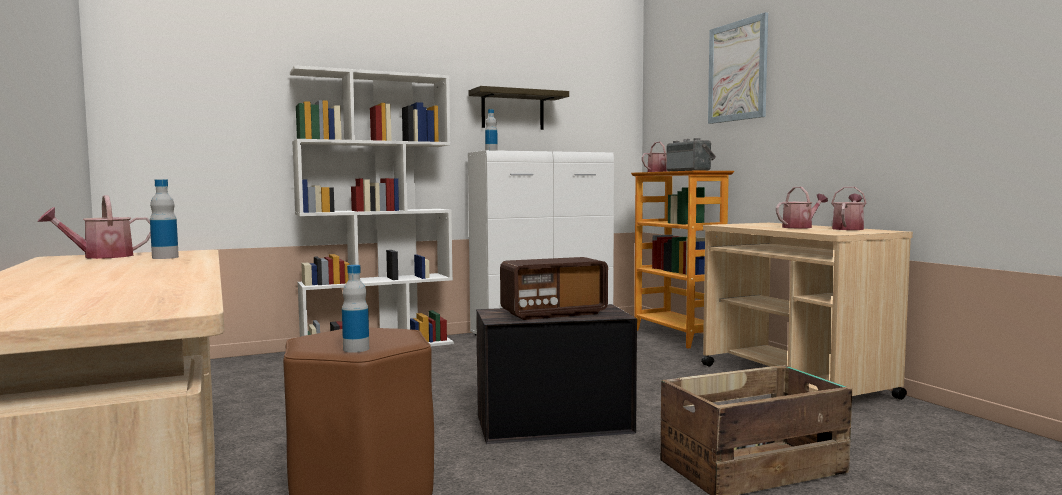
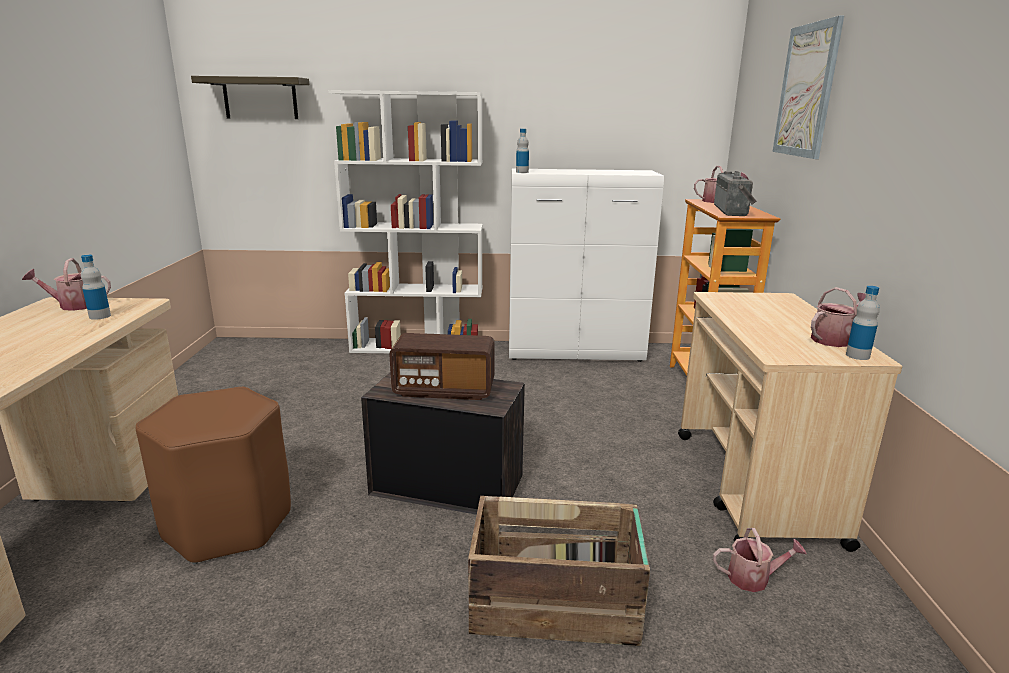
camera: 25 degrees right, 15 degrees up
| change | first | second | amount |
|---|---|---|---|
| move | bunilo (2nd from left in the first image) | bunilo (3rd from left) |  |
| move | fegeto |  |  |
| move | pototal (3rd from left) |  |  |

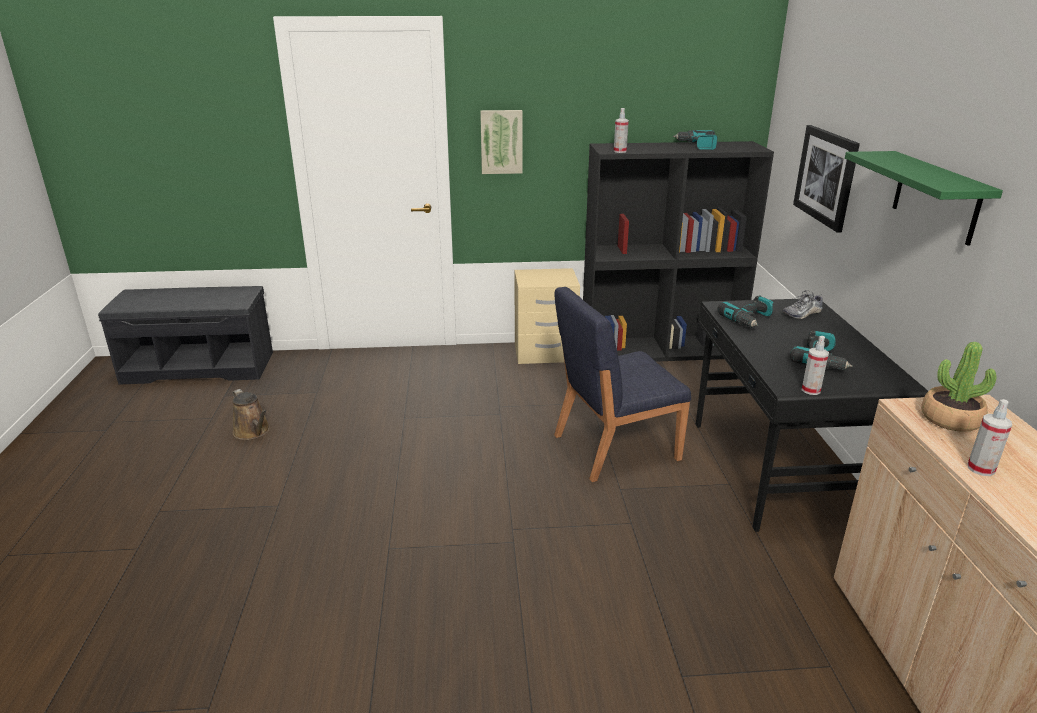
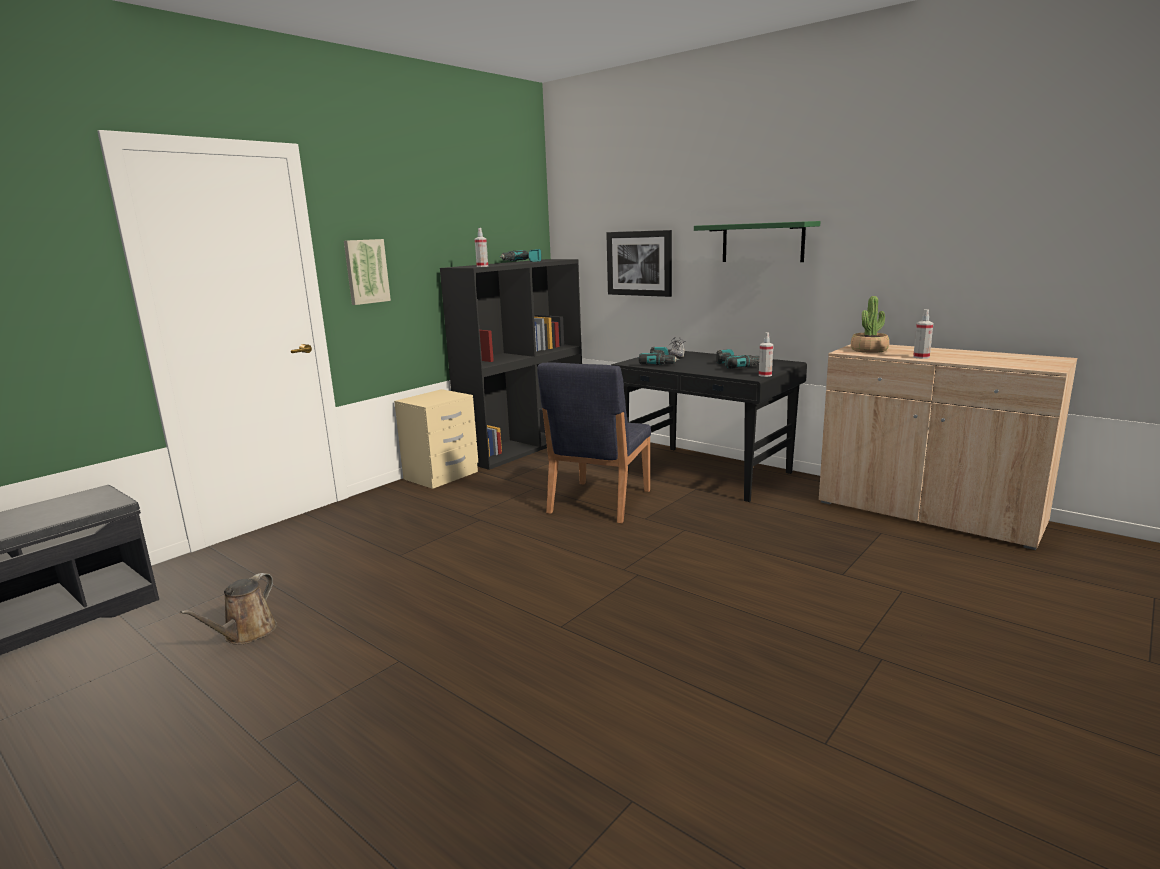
camera: 45 degrees left, 10 degrees down
| change | first | second | amount |
|---|---|---|---|
| rotate | brown_pototal |  | 105 degrees clockwise |

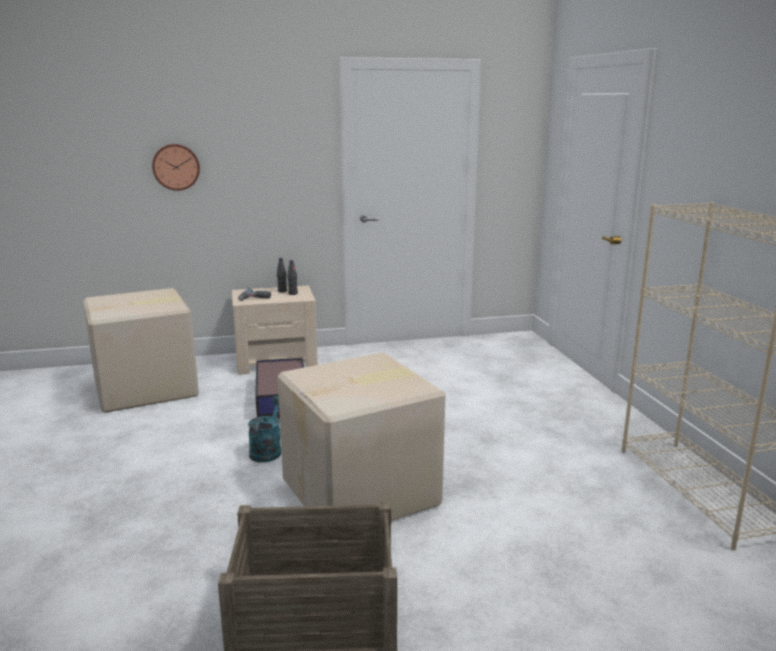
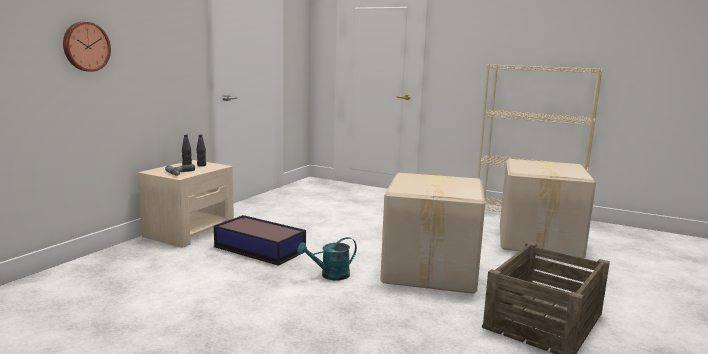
camera: 50 degrees left, 5 degrees down
| change | first | second | amount |
|---|---|---|---|
| move | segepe (1st from left in the first image) | segepe (2nd from left) |  |
| rotate | turquoise_pototal |  | 75 degrees counterclockwise |

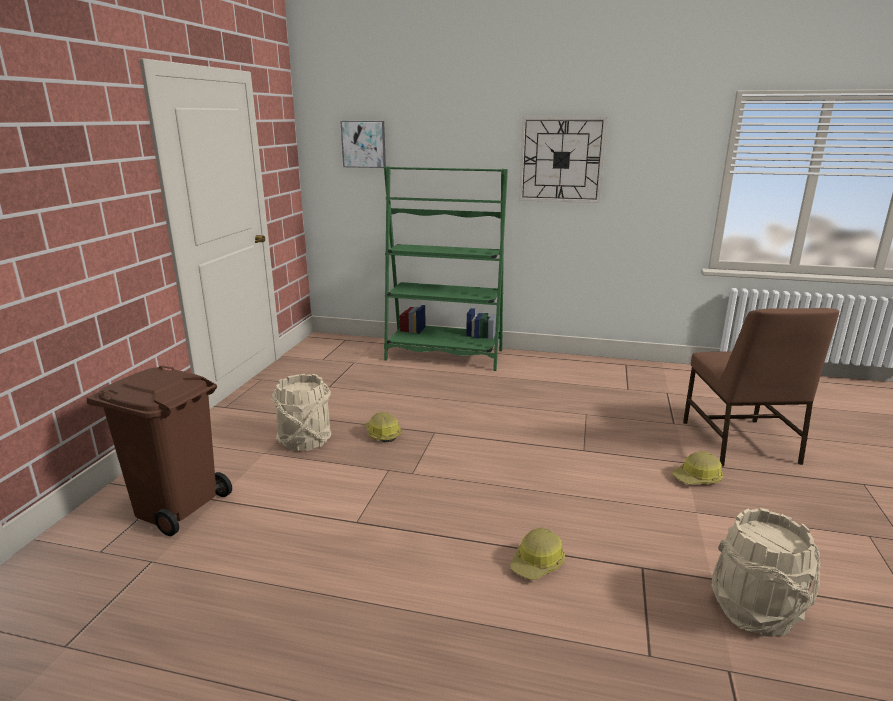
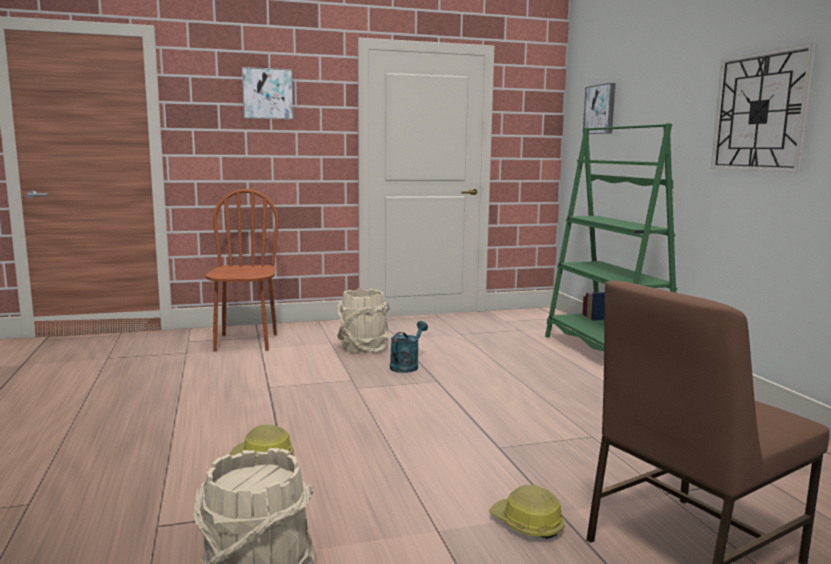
camera: 60 degrees right, 10 degrees down
| change | first | second | amount |
|---|---|---|---|
| replace | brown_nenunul | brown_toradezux (1st from left) |  |
| replace | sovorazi (1st from left) | turquoise_pototal |  |
| insert |  | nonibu (1st from left) |  |

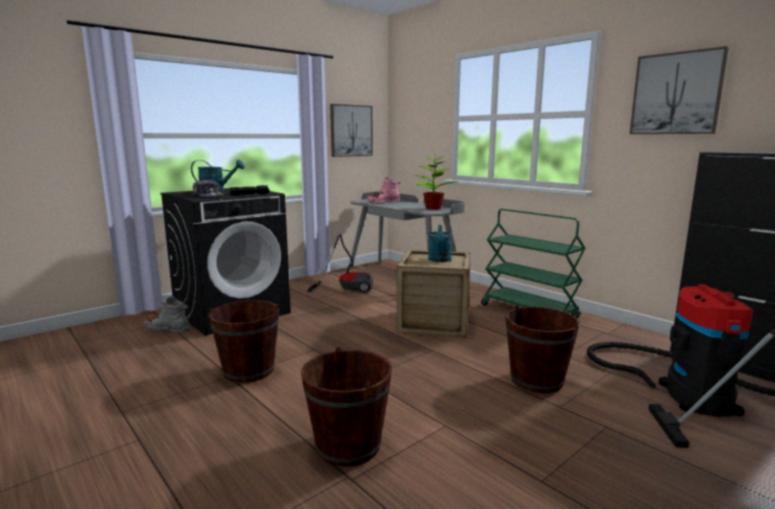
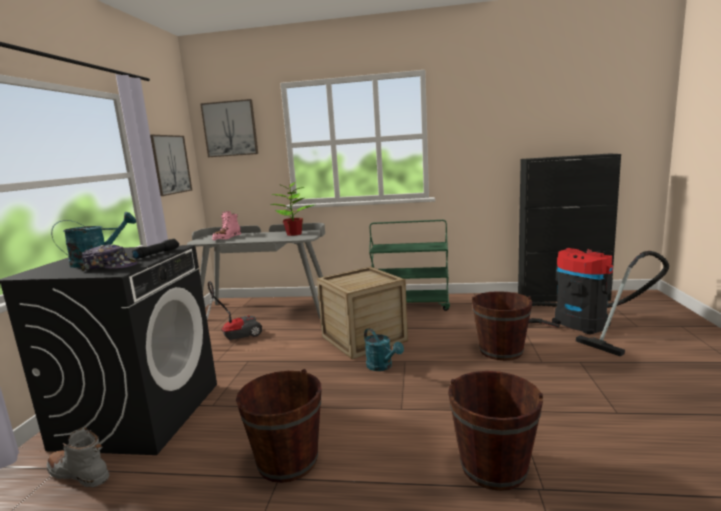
camera: 40 degrees left, 0 degrees up
| change | first | second | amount |
|---|---|---|---|
| rotate | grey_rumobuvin |  | 45 degrees clockwise |
| move | turquoise_pototal (2nd from left) |  |  |
| move | nonibu (2nd from left) |  |  |

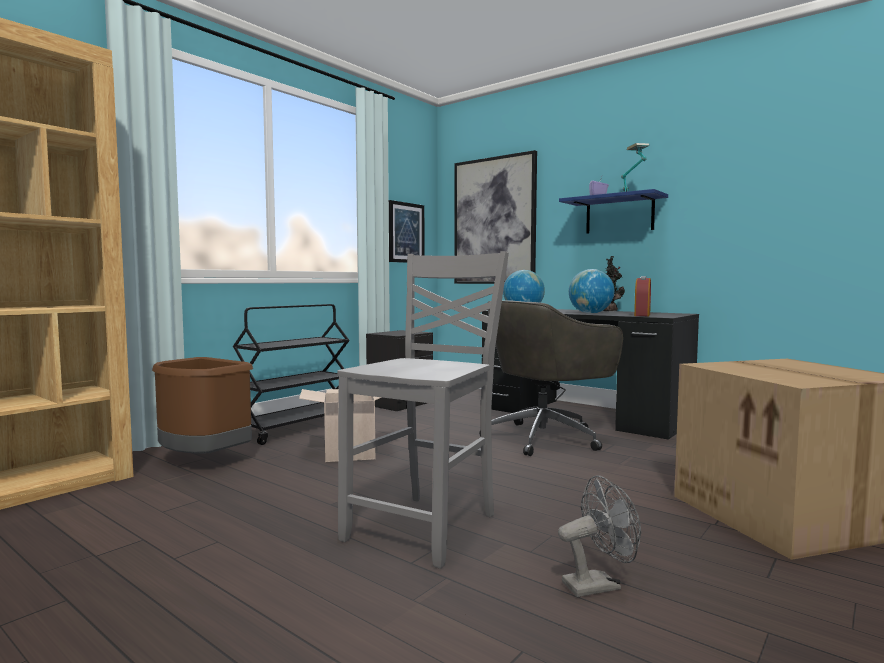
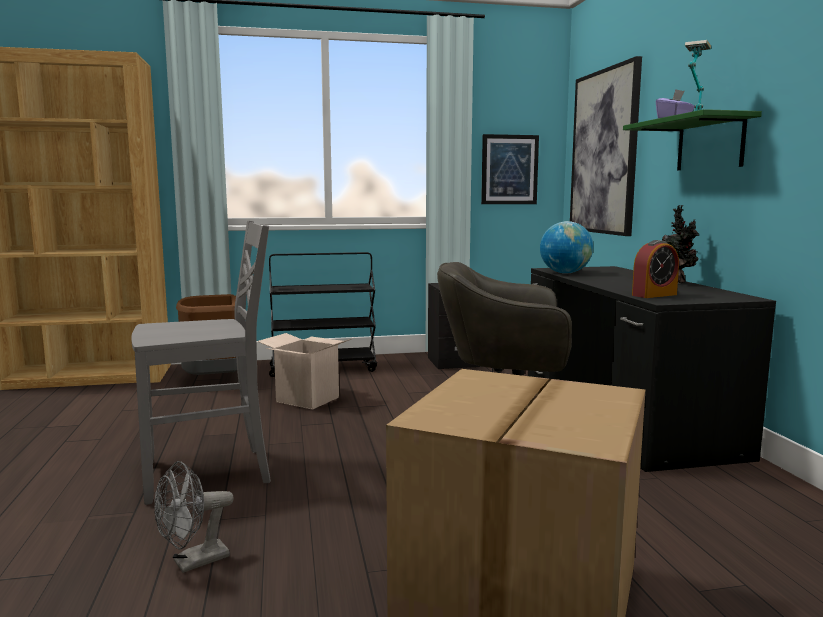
camera: 40 degrees right, 5 degrees up
| change | first | second | amount |
|---|---|---|---|
| rotate | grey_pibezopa |  | 120 degrees clockwise |
| recolor | blue_fegeto | green_fegeto |  |
| delete | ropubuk (2nd from left) |  |  |

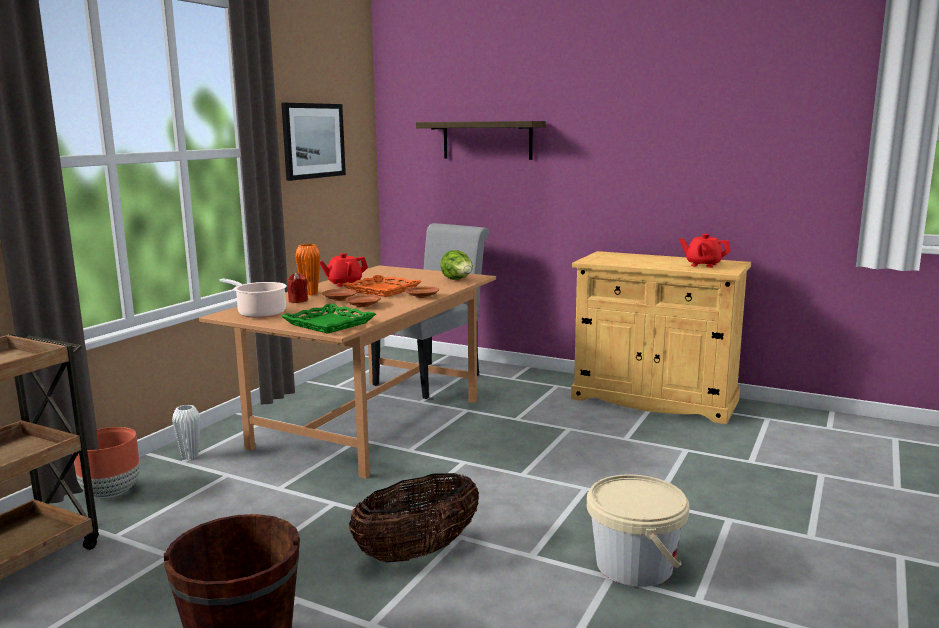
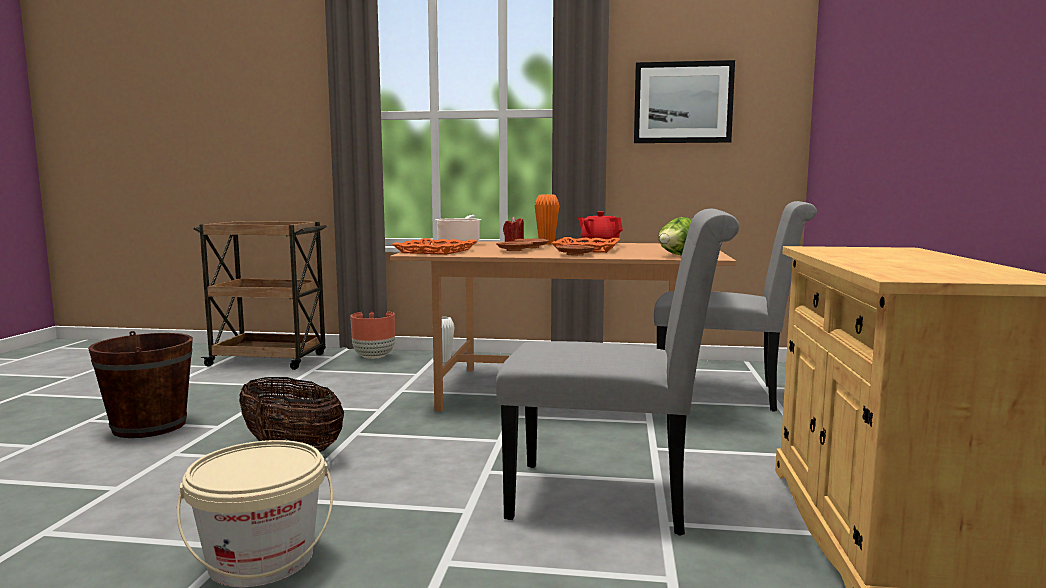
camera: 70 degrees right, 5 degrees down
| change | first | second | amount |
|---|---|---|---|
| recolor | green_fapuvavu | orange_fapuvavu (1st from left) |  |
| delete | fegeto |  |  |
| delete | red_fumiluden (2nd from left) |  |  |
| insert |  | grey_toradezux (1st from left) |  |

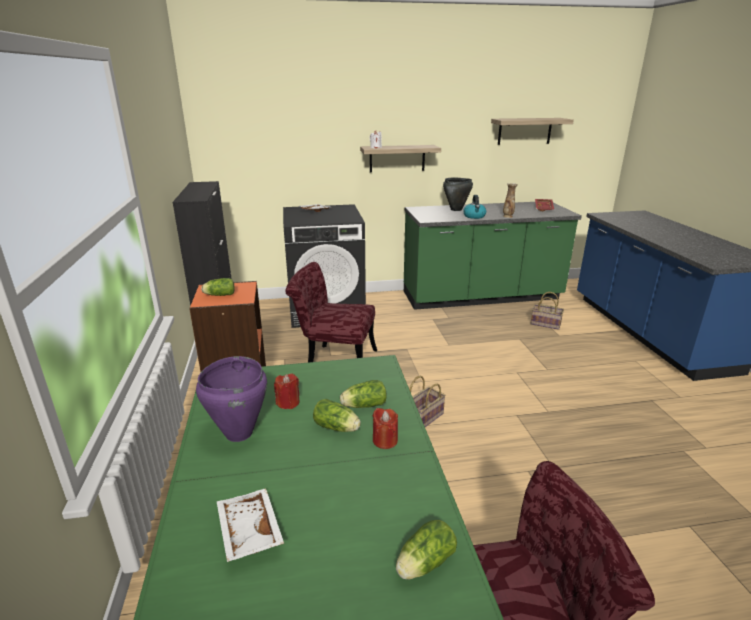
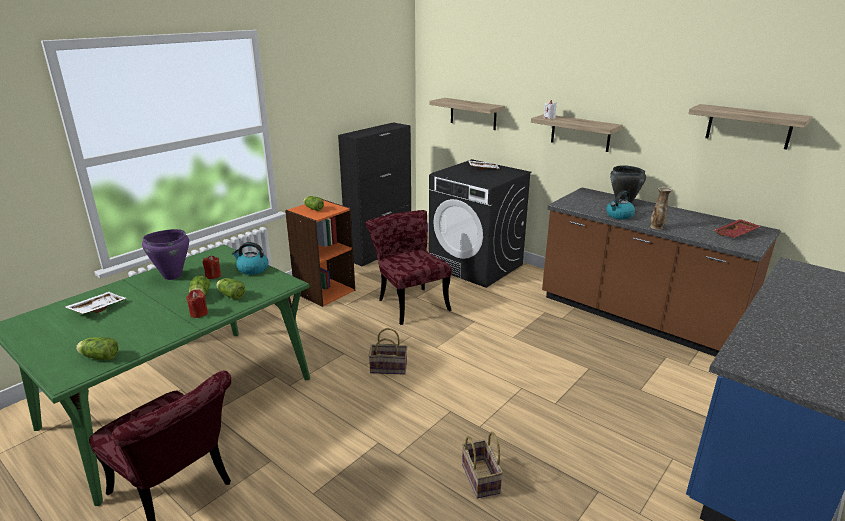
camera: 50 degrees right, 0 degrees up
| change | first | second | amount |
|---|---|---|---|
| recolor | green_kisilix | brown_kisilix |  |
| move | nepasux (2nd from left) |  |  |
| insert |  | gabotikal (1st from left) |  |
| insert |  | fegeto (1st from left) |  |

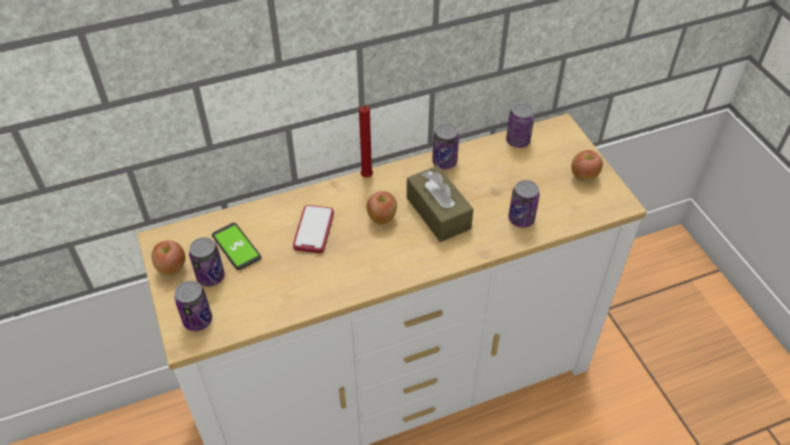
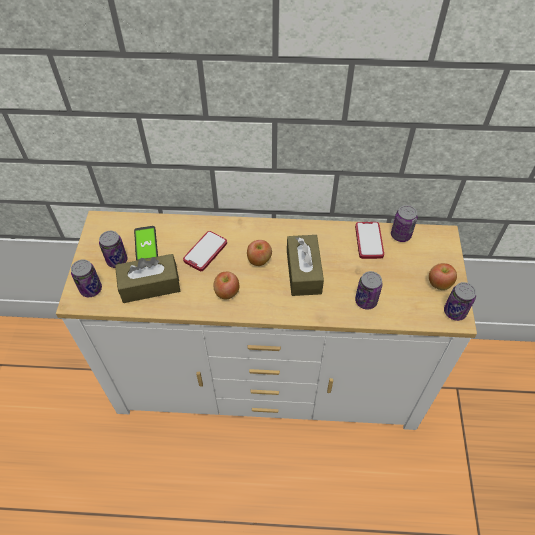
camera: 25 degrees right, 5 degrees up
| change | first | second | amount |
|---|---|---|---|
| move | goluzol (1st from left) |  |  |
| delete | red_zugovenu |  |  |
| move | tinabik (3rd from left in the first image) | tinabik (5th from left) |  |
| insert |  | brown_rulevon (1st from left) |  |
| insert |  | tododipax (3rd from left) |  |

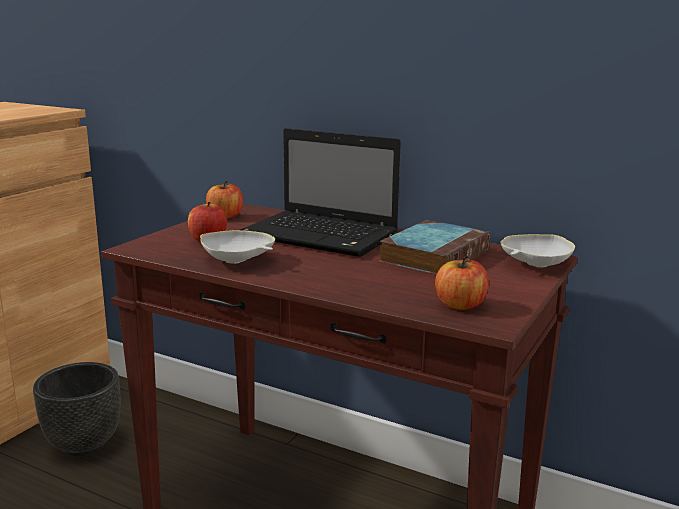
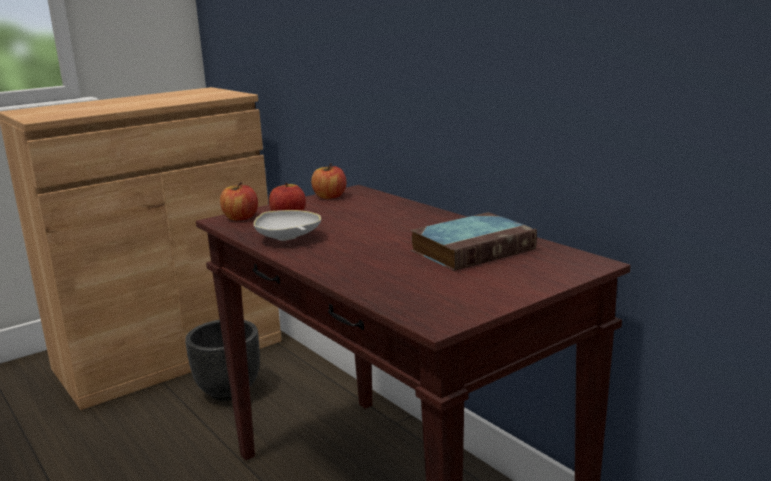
camera: 25 degrees right, 0 degrees up
| change | first | second | amount |
|---|---|---|---|
| delete | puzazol |  |  |
| move | goluzol (3rd from left in the first image) | goluzol (1st from left) |  |
| delete | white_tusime (2nd from left) |  |  |

